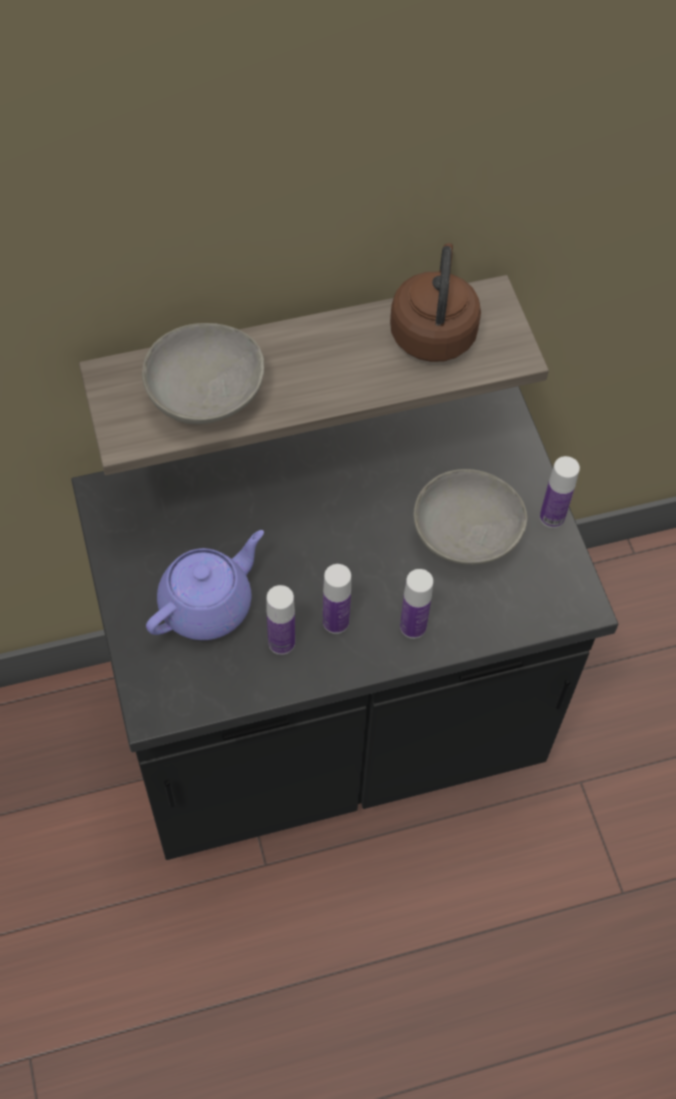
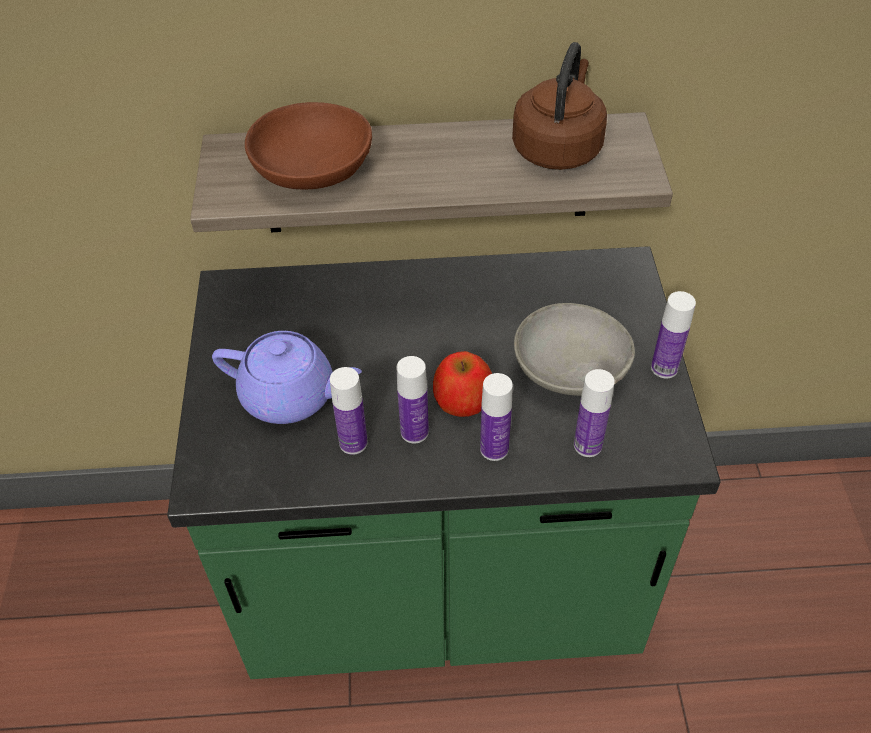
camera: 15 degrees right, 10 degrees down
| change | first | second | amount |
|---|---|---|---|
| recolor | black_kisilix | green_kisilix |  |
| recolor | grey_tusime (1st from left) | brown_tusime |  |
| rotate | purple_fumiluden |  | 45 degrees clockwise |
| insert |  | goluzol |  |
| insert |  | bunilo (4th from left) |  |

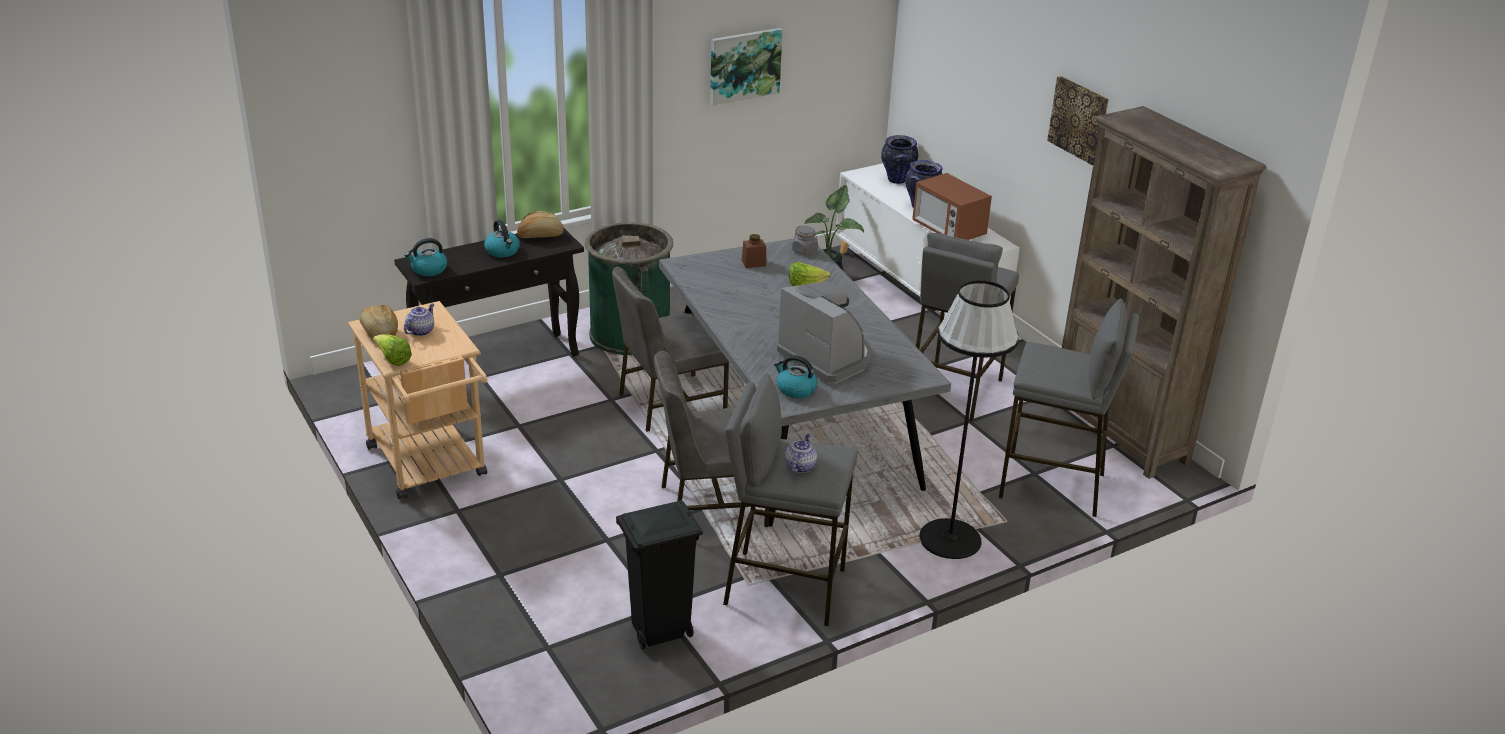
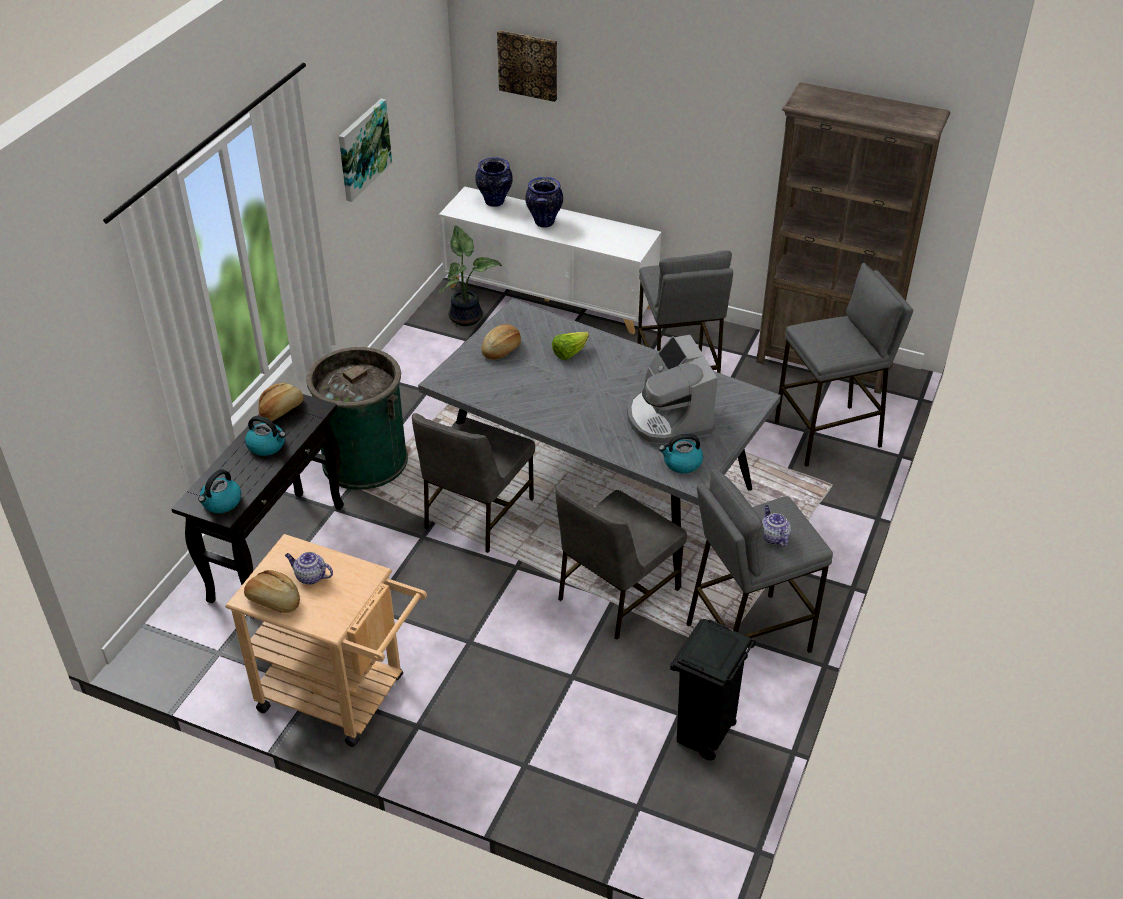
camera: 35 degrees left, 10 degrees up
| change | first | second | amount |
|---|---|---|---|
| delete | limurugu (1st from left) |  |  |
| rotate | fumiluden (1st from left) |  | 60 degrees counterclockwise |
| replace | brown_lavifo | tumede (3rd from left) |  |
| rotate | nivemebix |  | 120 degrees counterclockwise |
| delete | grey_lavifo |  |  |
| delete | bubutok |  |  |
| delete | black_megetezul |  |  |
| move | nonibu (2nd from left) |  |  |

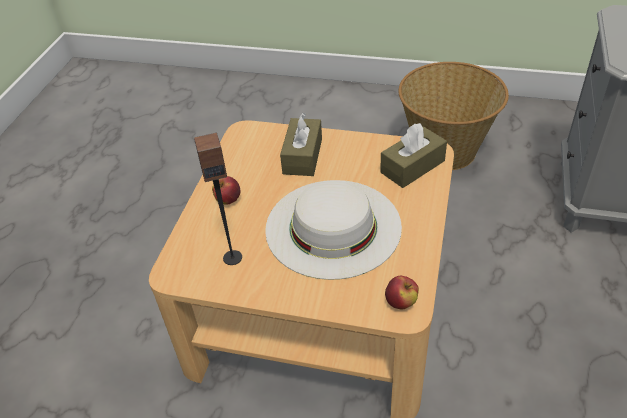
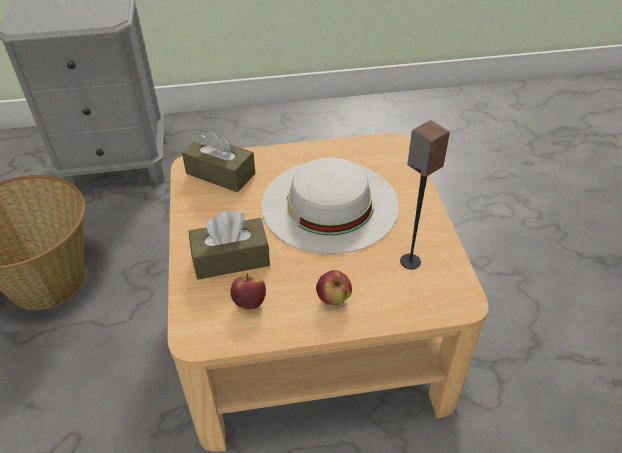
camera: 115 degrees left, 0 degrees up
| change | first | second | amount |
|---|---|---|---|
| move | goluzol (2nd from left in the first image) | goluzol (1st from left) |  |

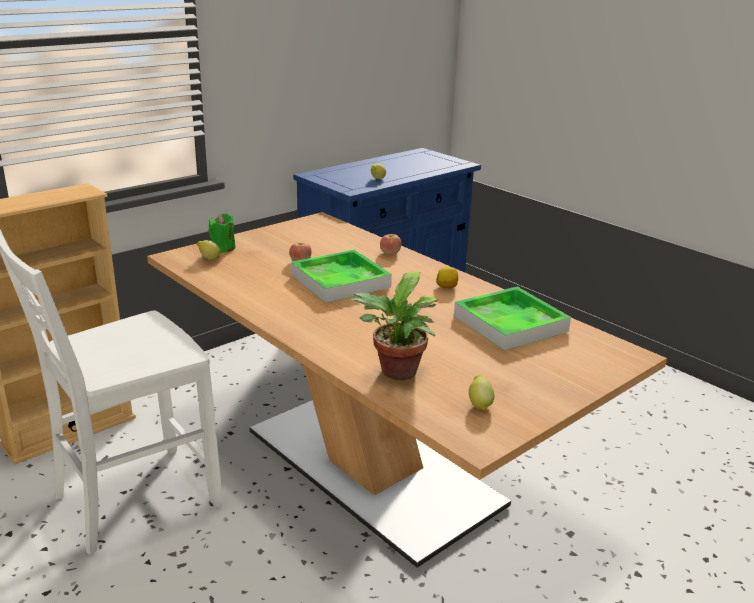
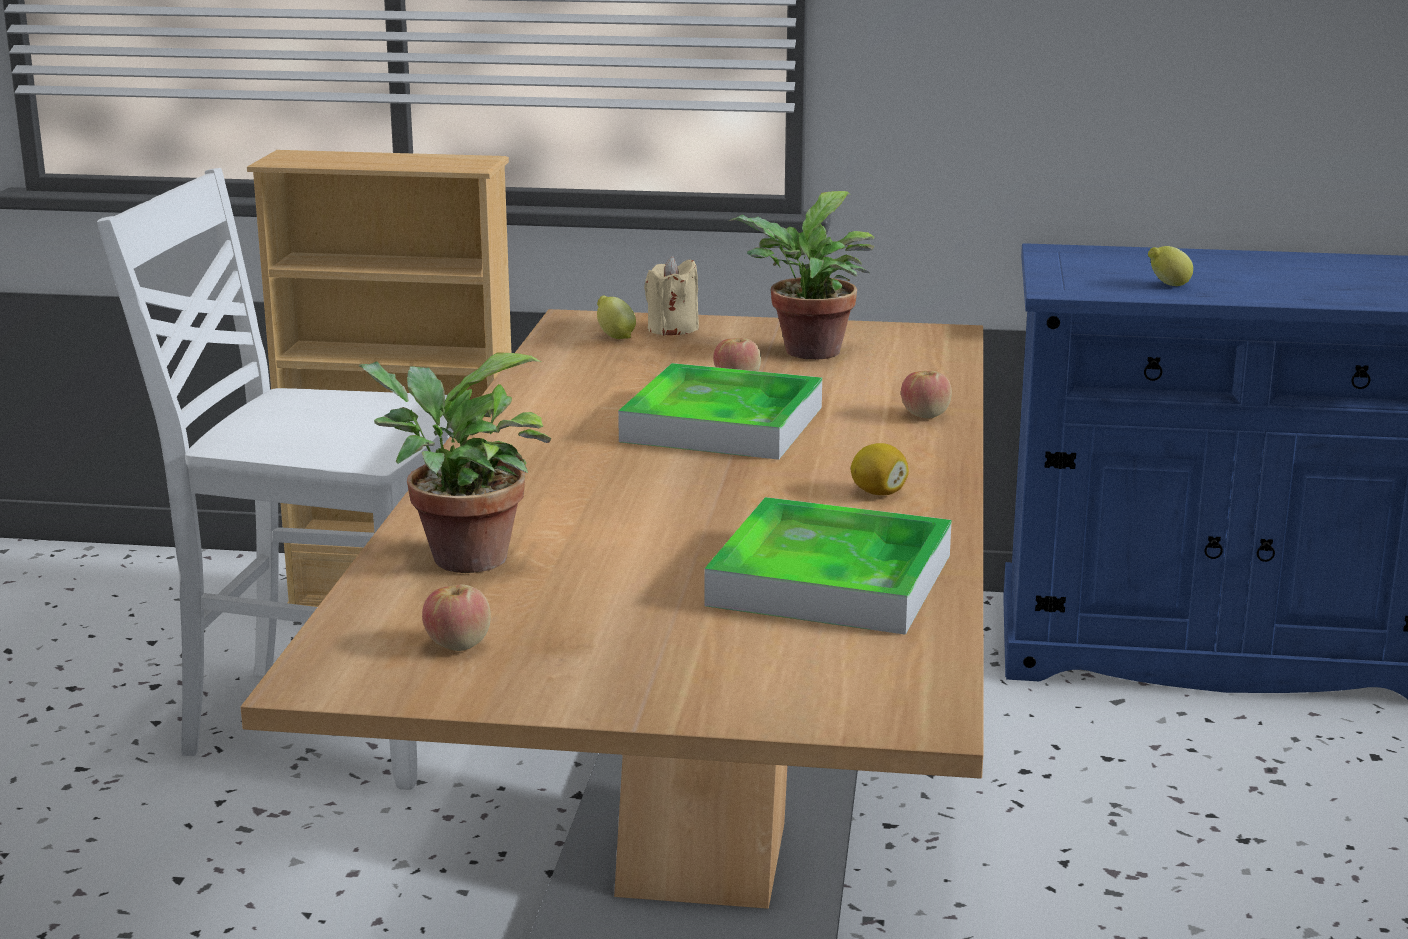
camera: 50 degrees right, 5 degrees down
| change | first | second | amount |
|---|---|---|---|
| recolor | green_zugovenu | beige_zugovenu |  |
| replace | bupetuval (4th from left) | goluzol (1st from left) |  |
| insert |  | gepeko (2nd from left) |  |

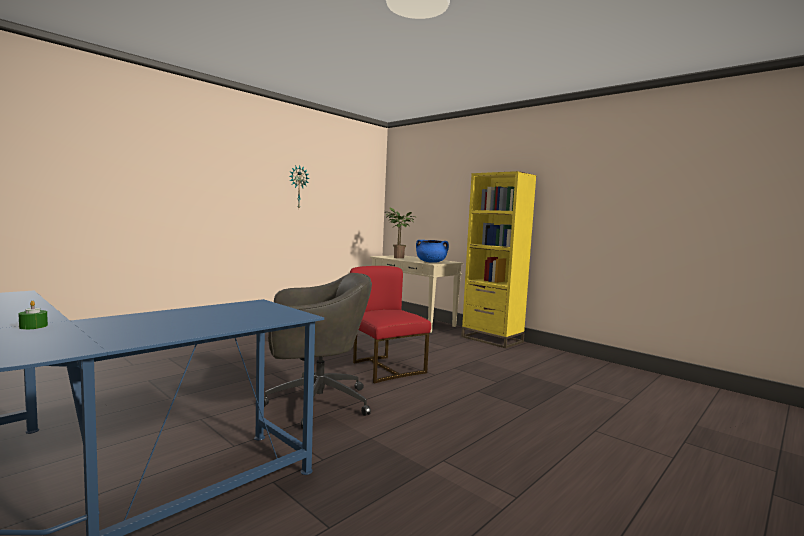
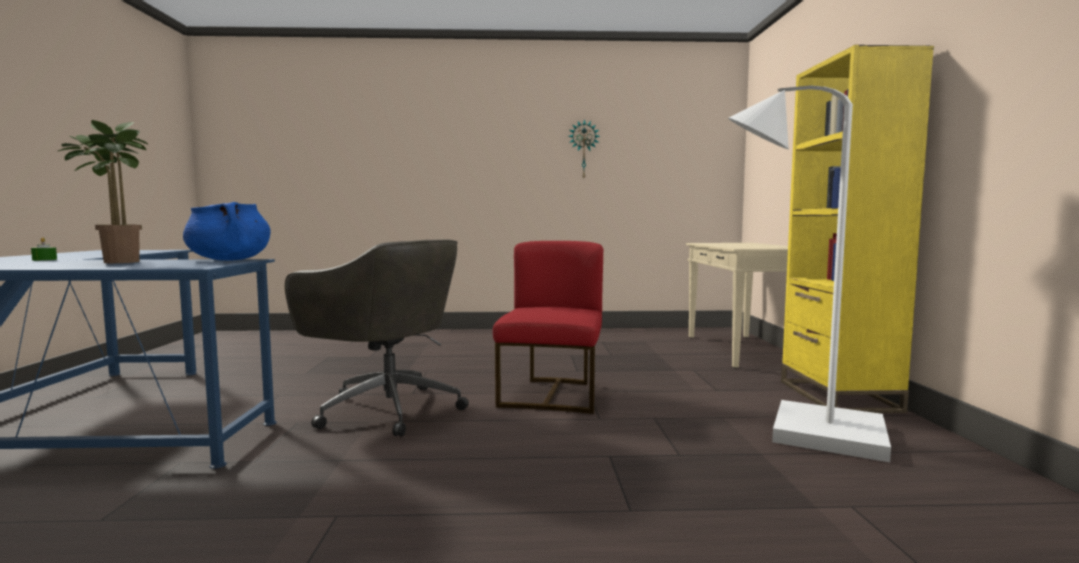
camera: 45 degrees right, 0 degrees up
| change | first | second | amount |
|---|---|---|---|
| move | gepeko |  |  |
| move | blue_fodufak |  |  |
| insert |  | white_megetezul |  |

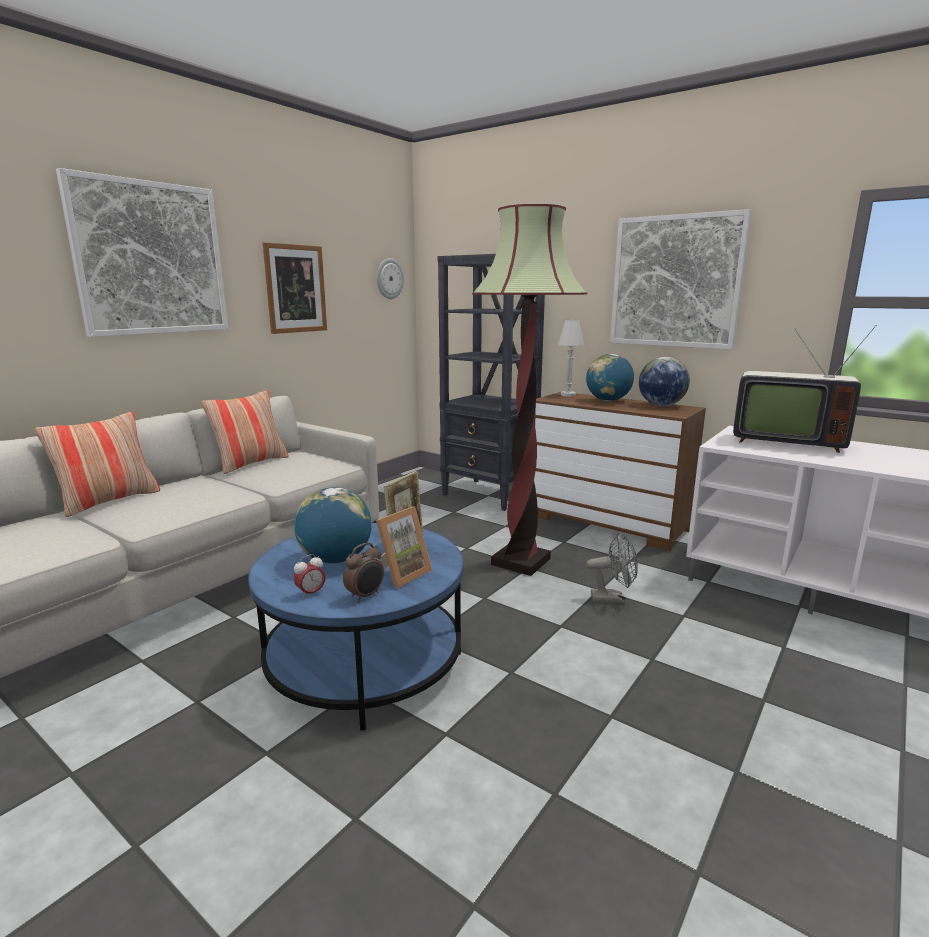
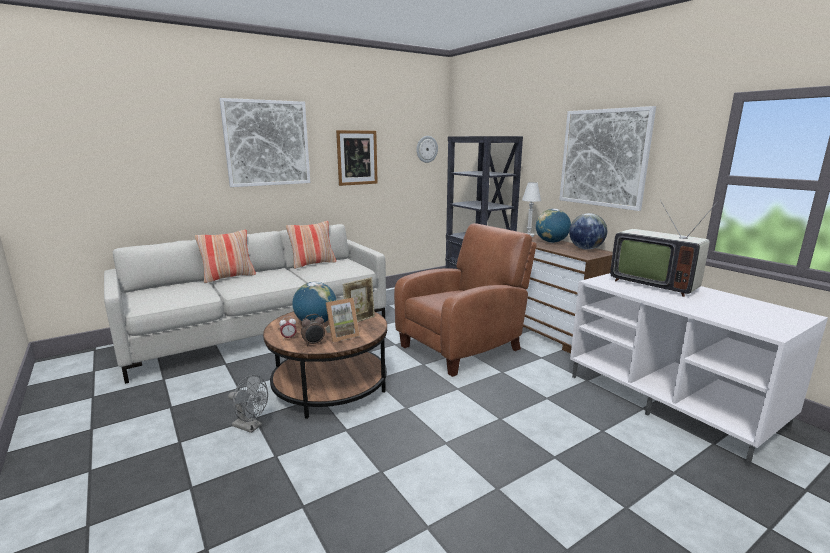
camera: 20 degrees right, 0 degrees up
| change | first | second | amount |
|---|---|---|---|
| recolor | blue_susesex | brown_susesex |  |
| replace | megetezul | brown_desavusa |  |
| move | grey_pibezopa |  |  |

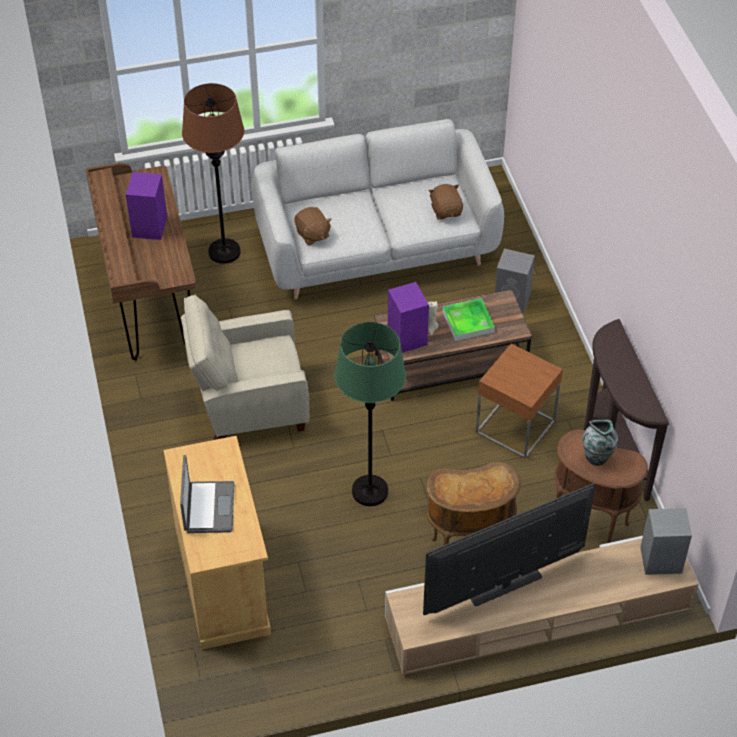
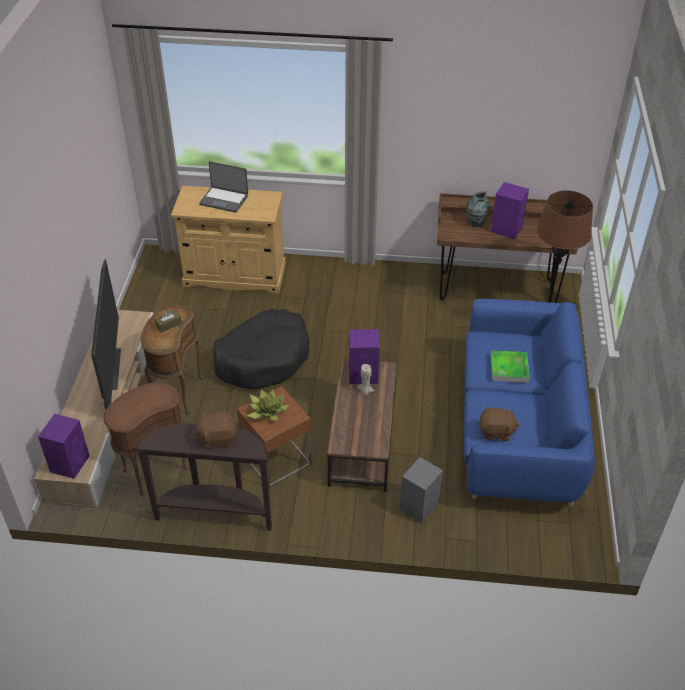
camera: 110 degrees right, 5 degrees down
| change | first | second | amount |
|---|---|---|---|
| delete | beige_desavusa |  |  |
| recolor | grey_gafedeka | blue_gafedeka |  |
| move | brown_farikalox (1st from left) |  |  |
| replace | green_megetezul | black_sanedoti |  |
| move | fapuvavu |  |  |
| move | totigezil |  |  |
| recolor | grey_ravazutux (2nd from left) | purple_ravazutux (1st from left) |  |
| insert |  | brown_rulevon |  |
| insert |  | gepeko |  |

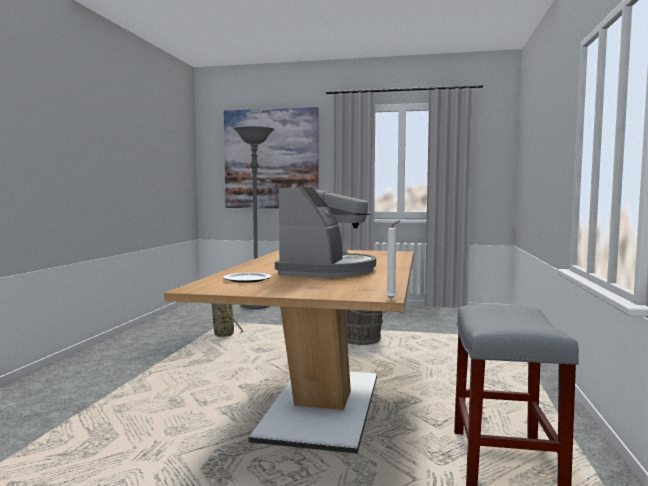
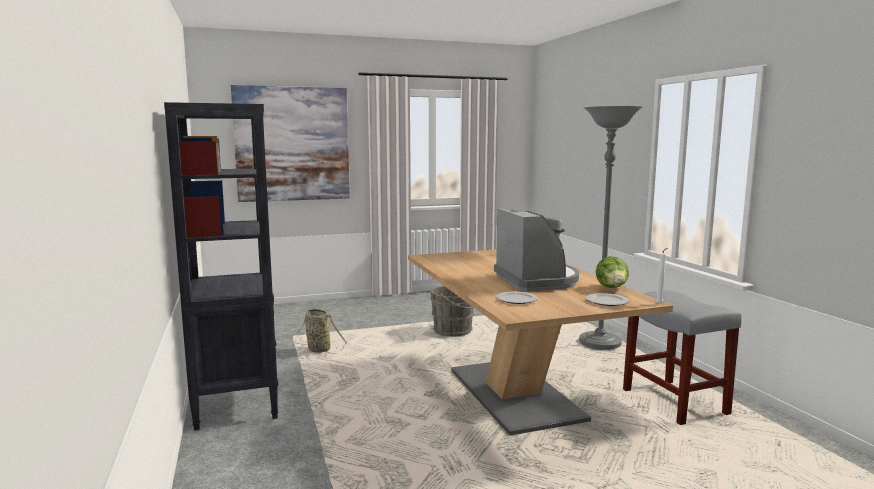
camera: 30 degrees left, 5 degrees up
| change | first | second | amount |
|---|---|---|---|
| move | grey_megetezul |  |  |
| insert |  | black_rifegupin |  |
| insert |  | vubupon (2nd from left) |  |
| insert |  | limurugu |  |

